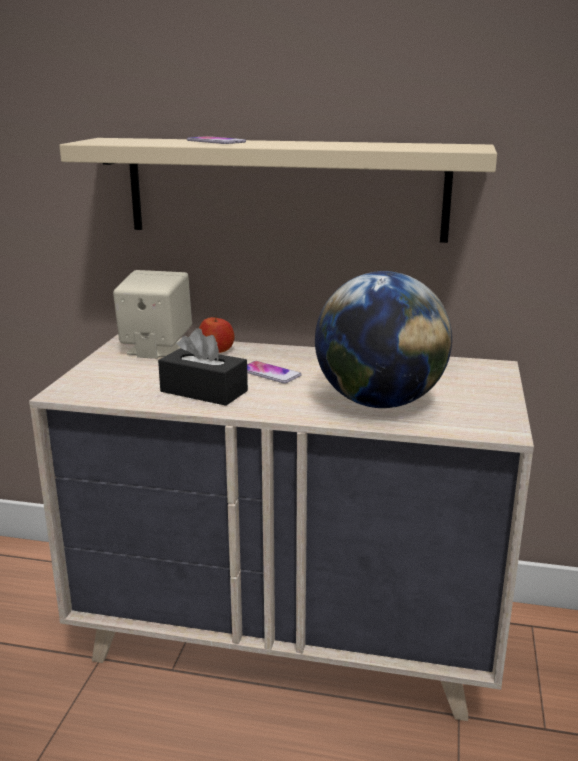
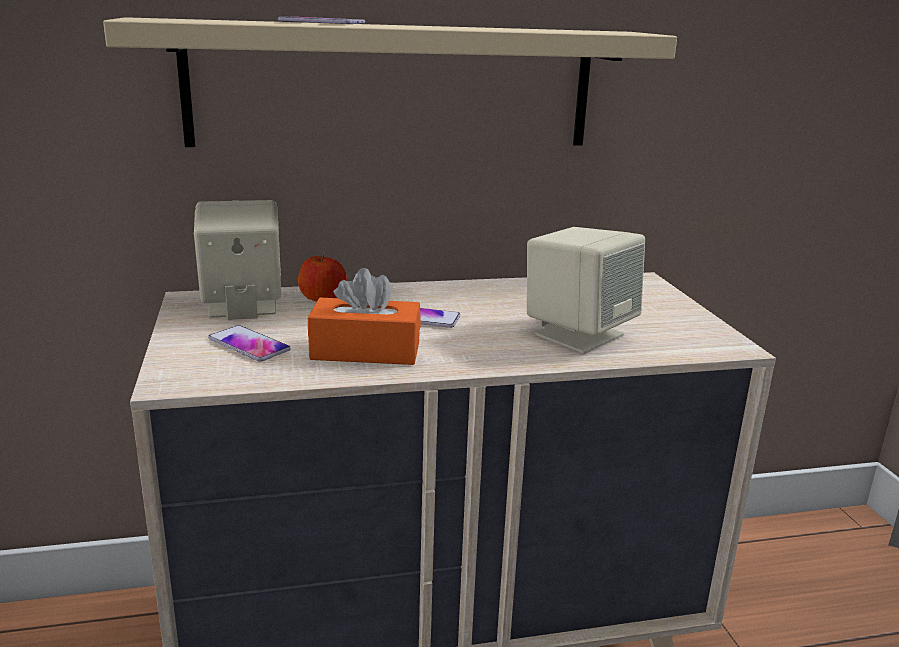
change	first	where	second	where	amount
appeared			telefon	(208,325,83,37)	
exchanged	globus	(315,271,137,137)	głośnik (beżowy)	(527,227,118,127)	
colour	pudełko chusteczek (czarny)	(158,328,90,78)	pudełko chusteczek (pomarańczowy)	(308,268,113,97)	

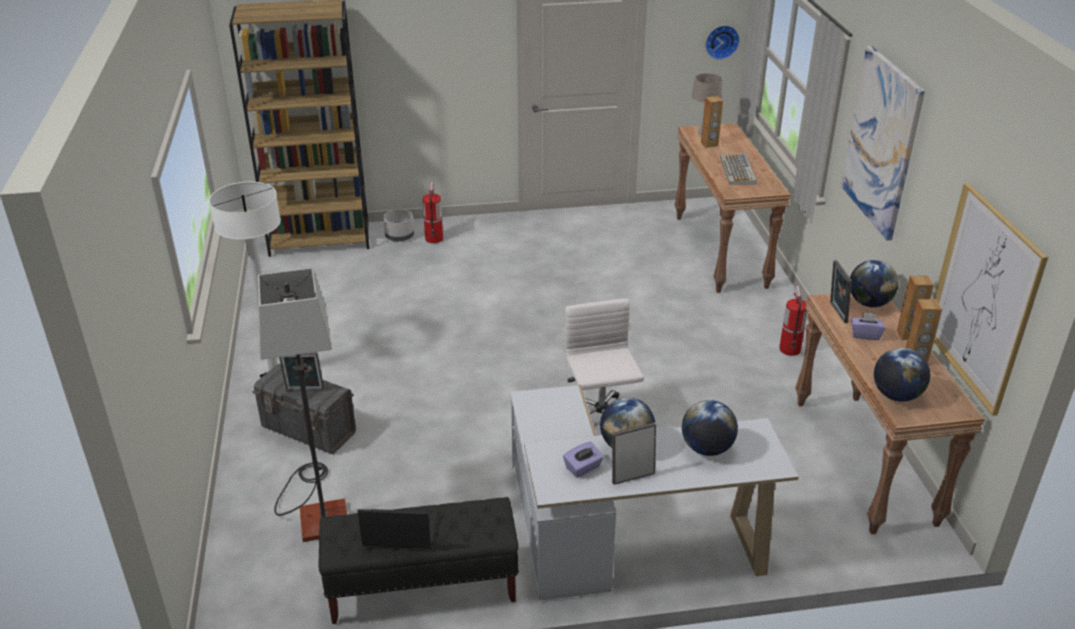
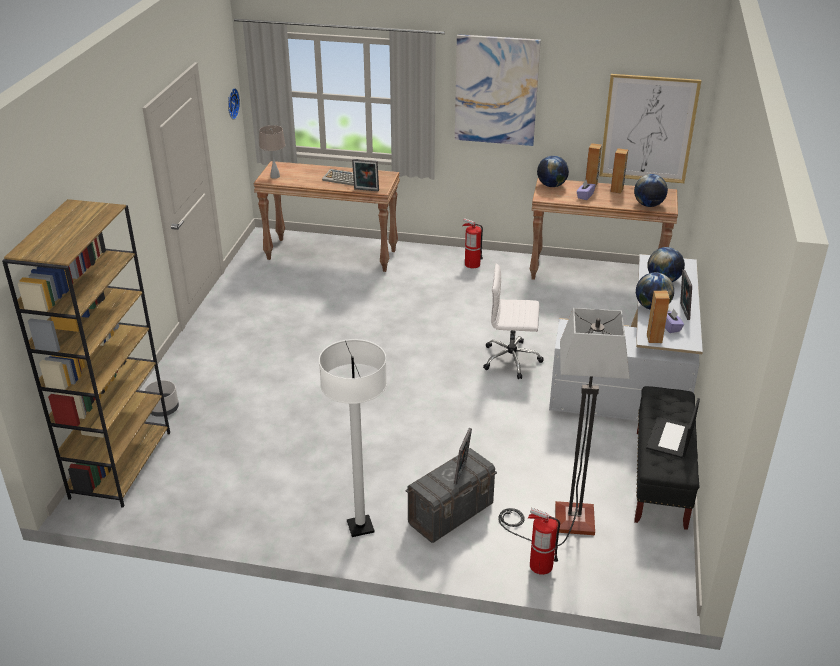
change	first	where	second	where	amount
relocated	gaśnica	(423,182,20,61)		(528,508,32,67)	
relocated	głośnik (brązowy)	(701,96,22,52)		(647,291,23,52)	
relocated	ramka na zdjęcie	(830,260,22,63)		(352,159,27,32)	

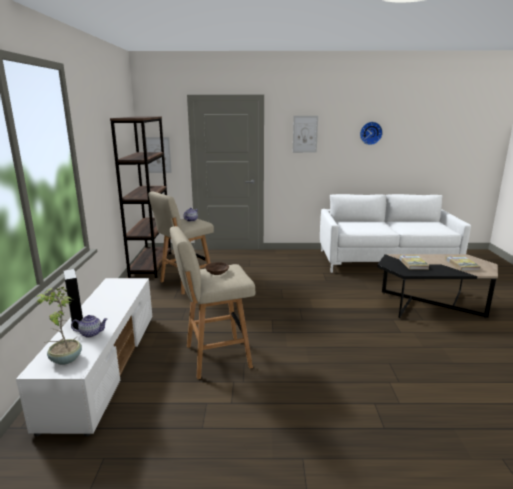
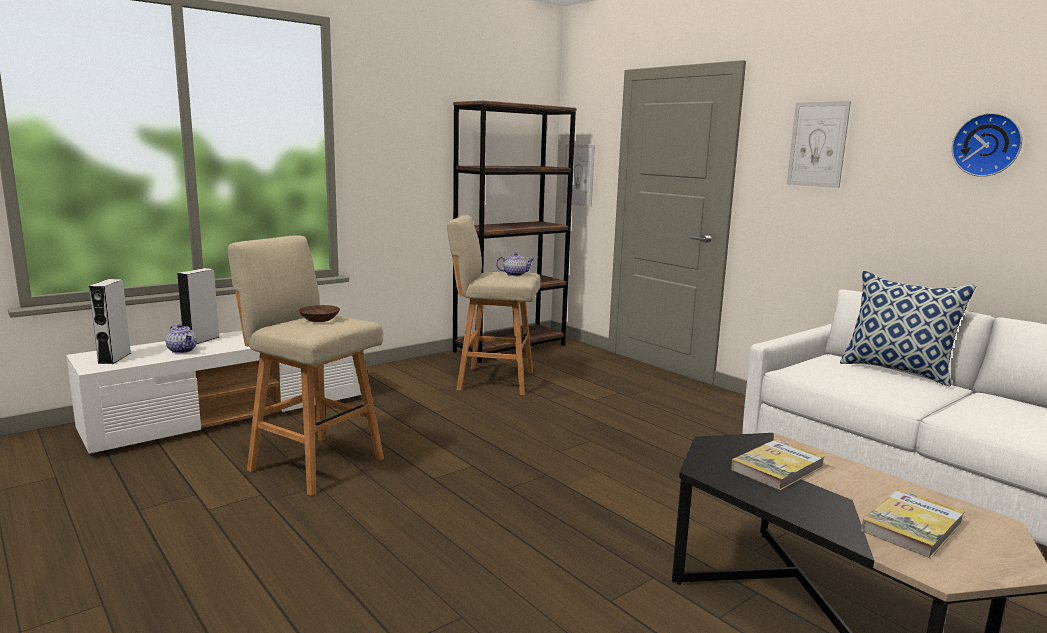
change	first	where	second	where	amount
appeared			poduszka	(840,271,137,115)	
exchanged	roślina doniczkowa	(35,287,47,78)	głośnik (szary)	(89,279,42,85)	

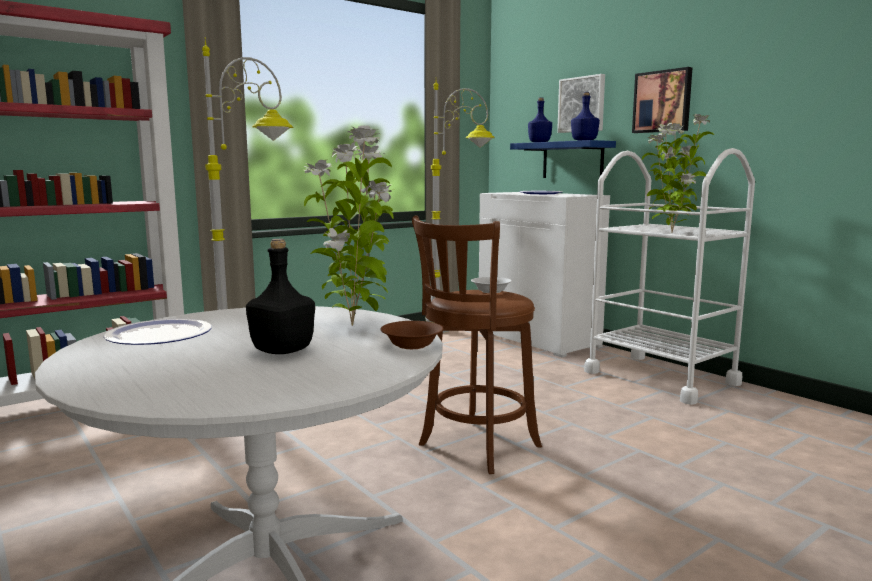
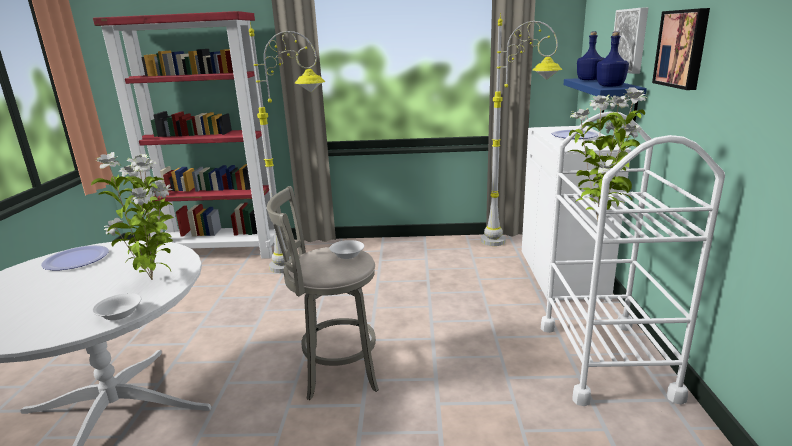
change	first	where	second	where	amount
missing	butelka (czarny)	(246,239,69,115)			
colour	miska (brązowy)	(380,321,63,28)	miska (biały)	(92,293,49,27)	
colour	stołek (brązowy)	(412,215,130,259)	stołek (szary)	(267,186,112,214)	

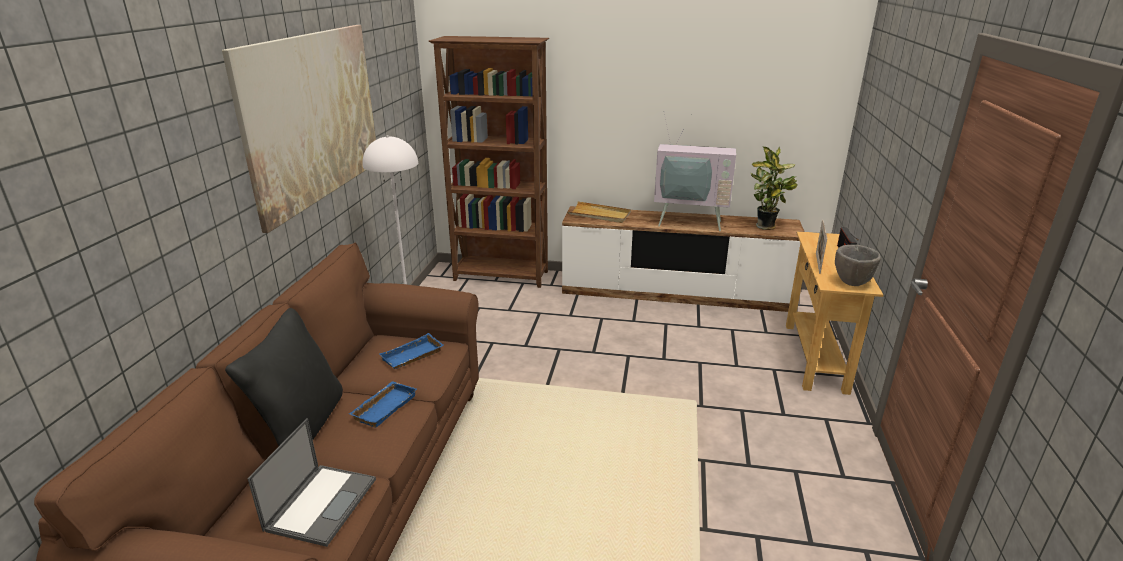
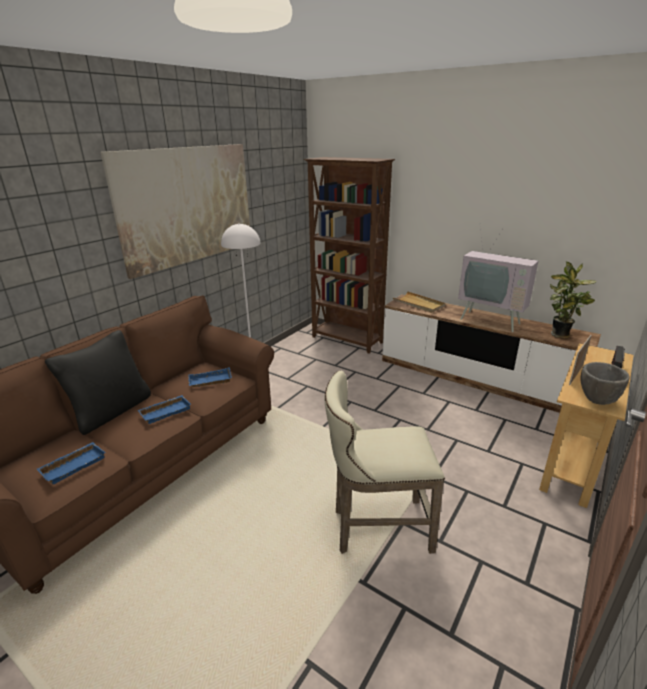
change	first	where	second	where	amount
appeared			stołek (beżowy)	(325,371,120,183)	
exchanged	laptop	(247,418,129,129)	taca (niebieski)	(37,442,69,42)	

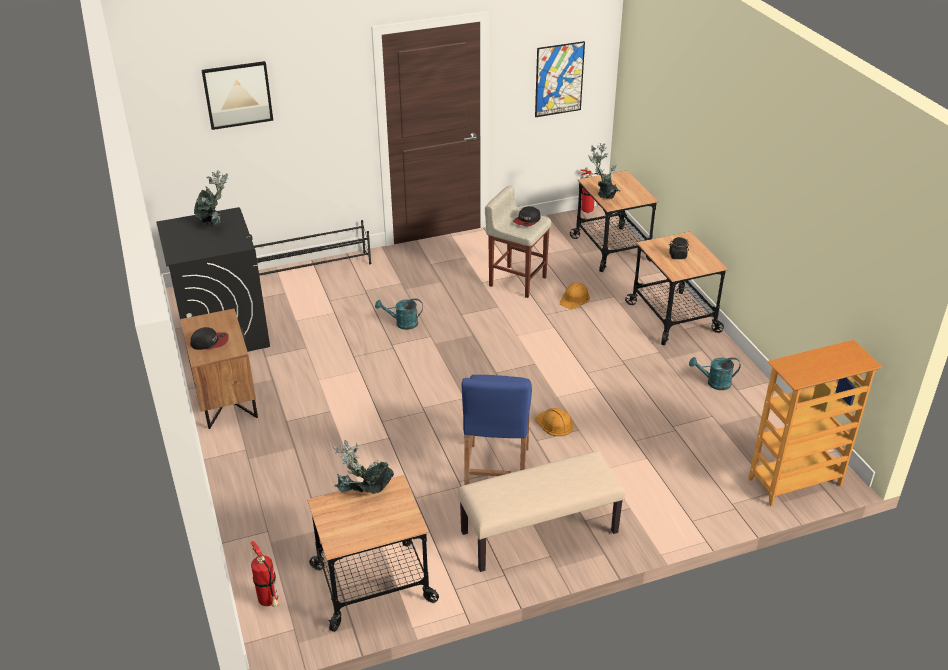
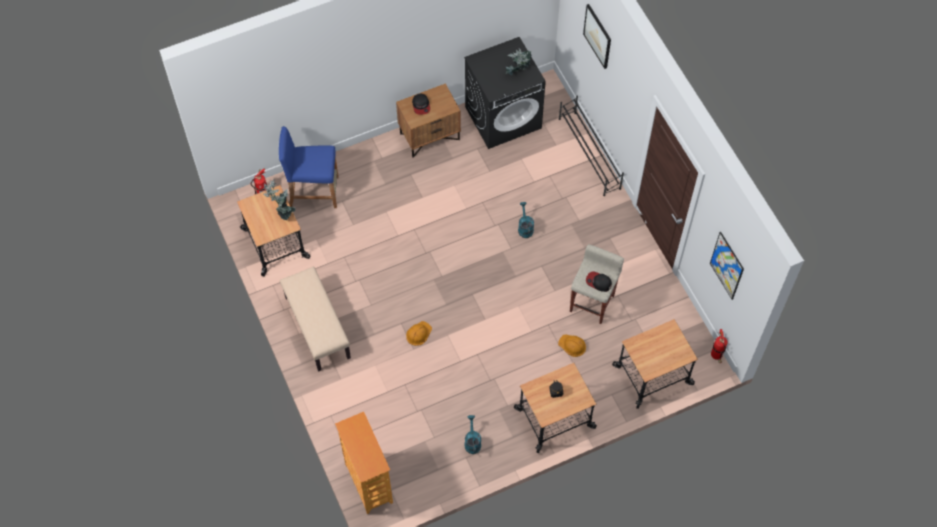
change	first	where	second	where	amount
missing	roślina doniczkowa	(588,143,33,56)			
relocated	stołek (niebieski)	(461,375,71,110)		(279,126,60,82)	

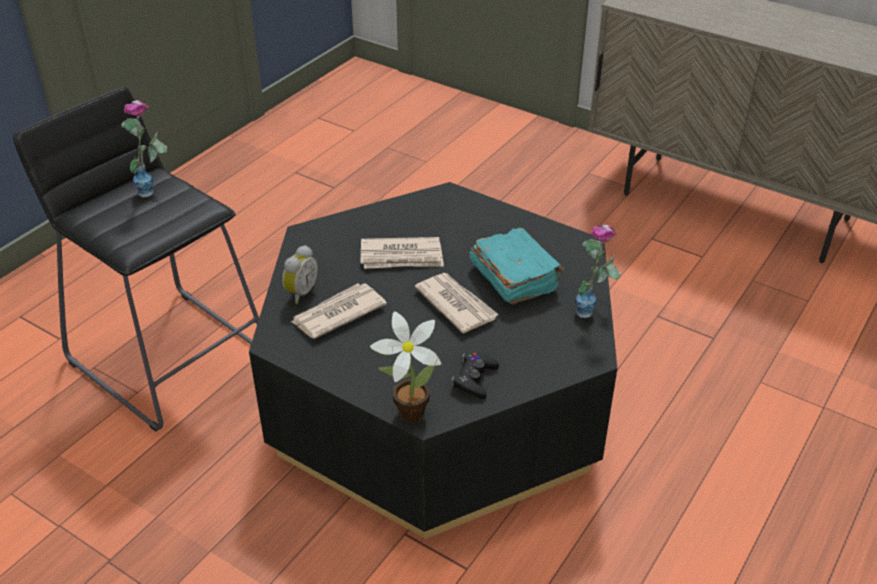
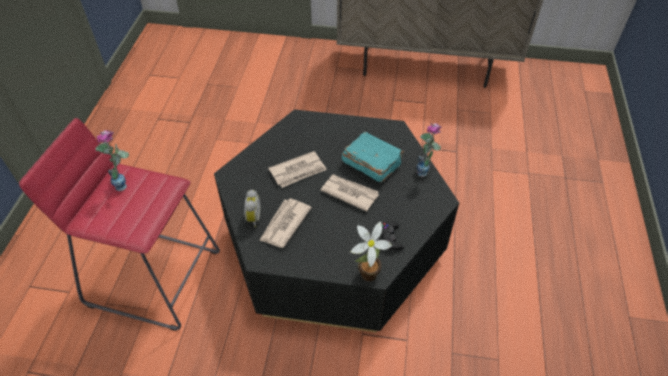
change	first	where	second	where	amount
colour	stołek (czarny)	(13,87,246,344)	stołek (czerwony)	(19,118,201,213)	

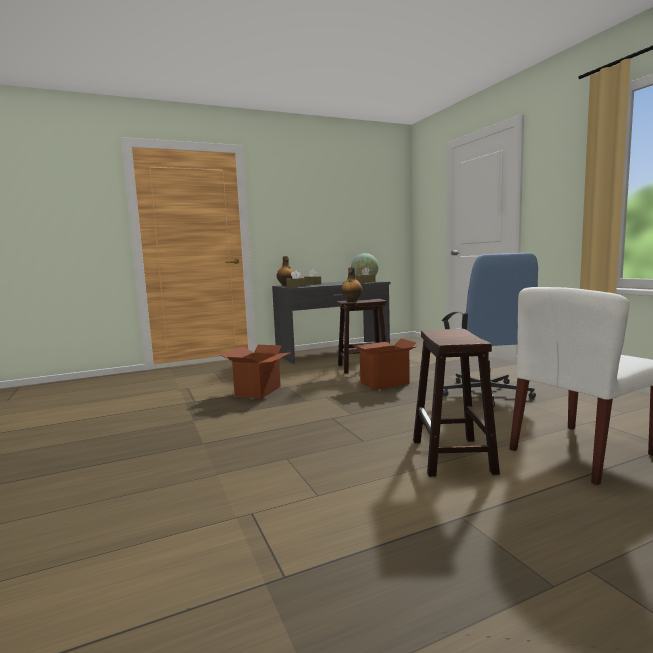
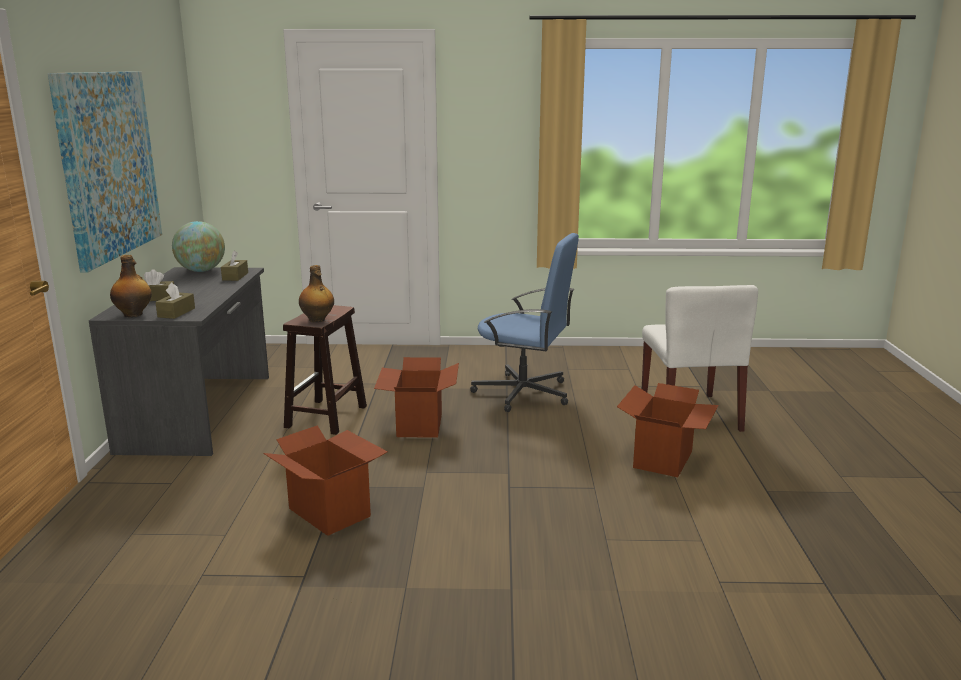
change	first	where	second	where	amount
appeared			obraz	(48,71,114,202)	
exchanged	stołek (brązowy)	(413,329,87,148)	karton	(617,383,102,94)	

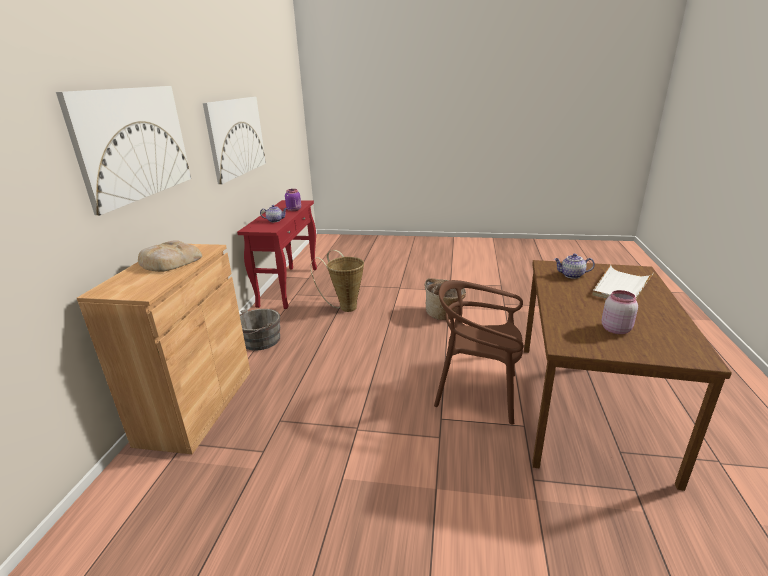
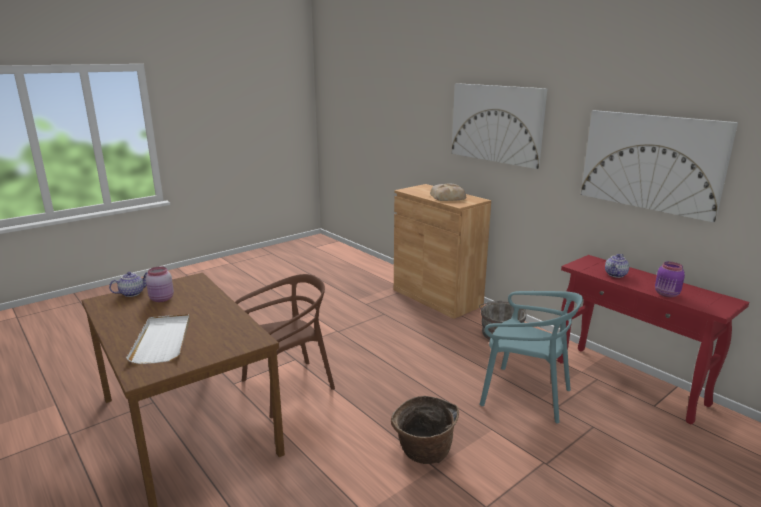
change	first	where	second	where	amount
relocated	imbryk	(554,254,41,25)		(109,272,39,25)	
exchanged	koszyk	(310,250,54,62)	krzesło (turkusowy)	(479,291,104,132)	

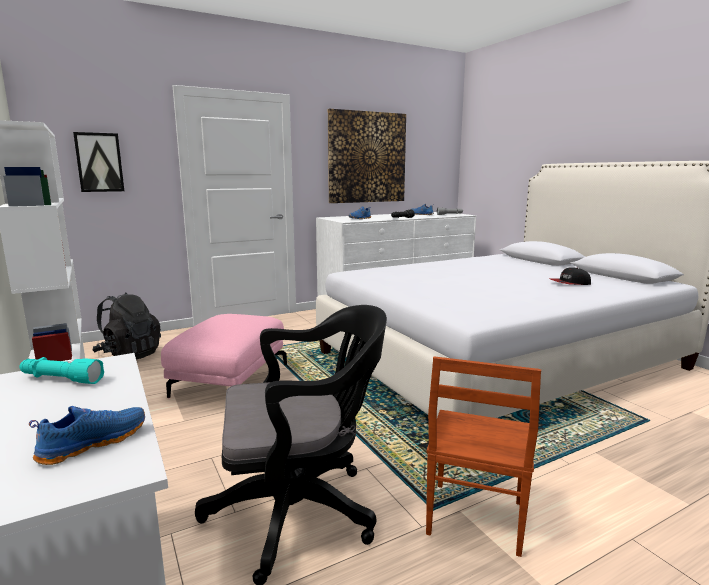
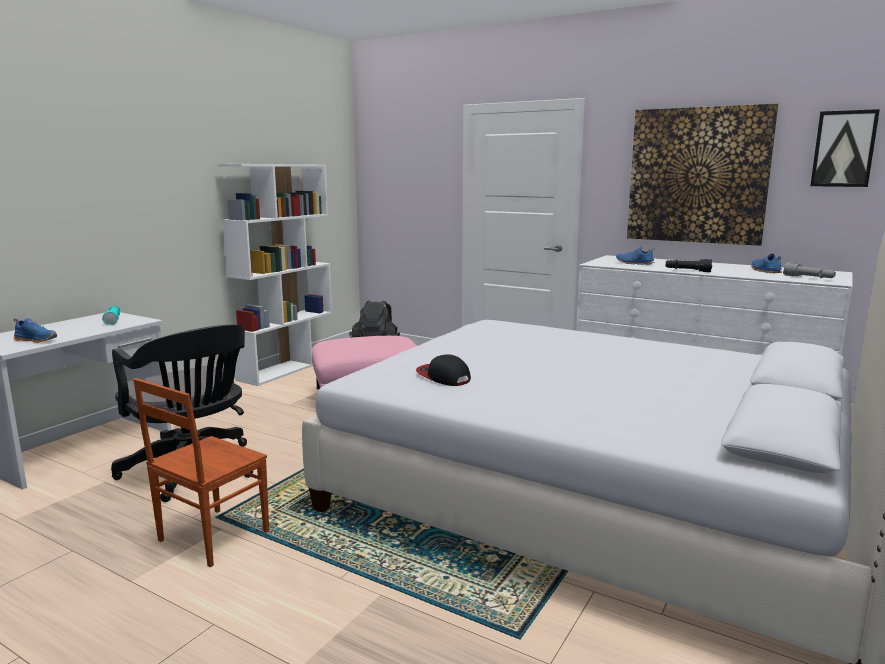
change	first	where	second	where	amount
relocated	obraz	(73,132,51,60)		(810,109,70,78)	
relocated	czapka z daszkiem	(550,267,41,18)		(416,354,55,32)	
spun	krzesło (brązowy)	(426,356,115,201)		(133,378,136,189)	45 degrees counterclockwise

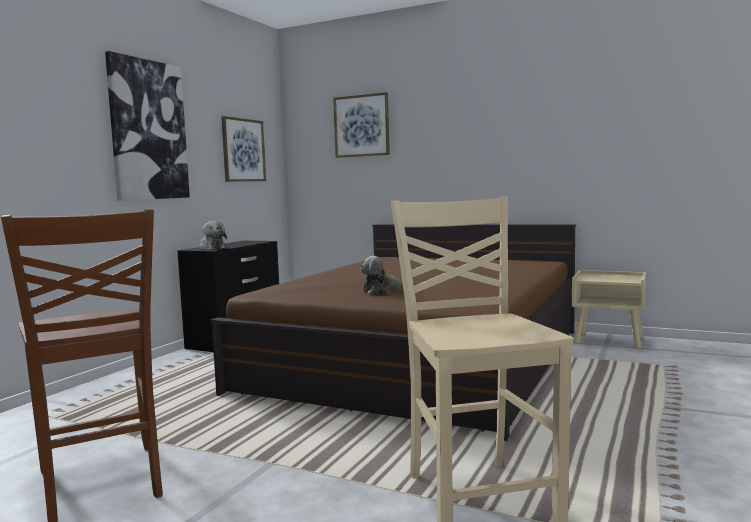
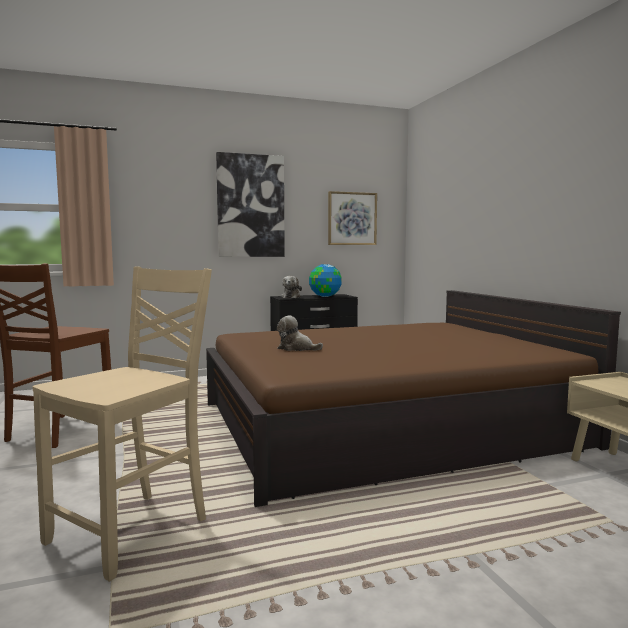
change	first	where	second	where	amount
missing	obraz	(333,92,57,66)			
appeared			globus	(309,264,33,33)	

